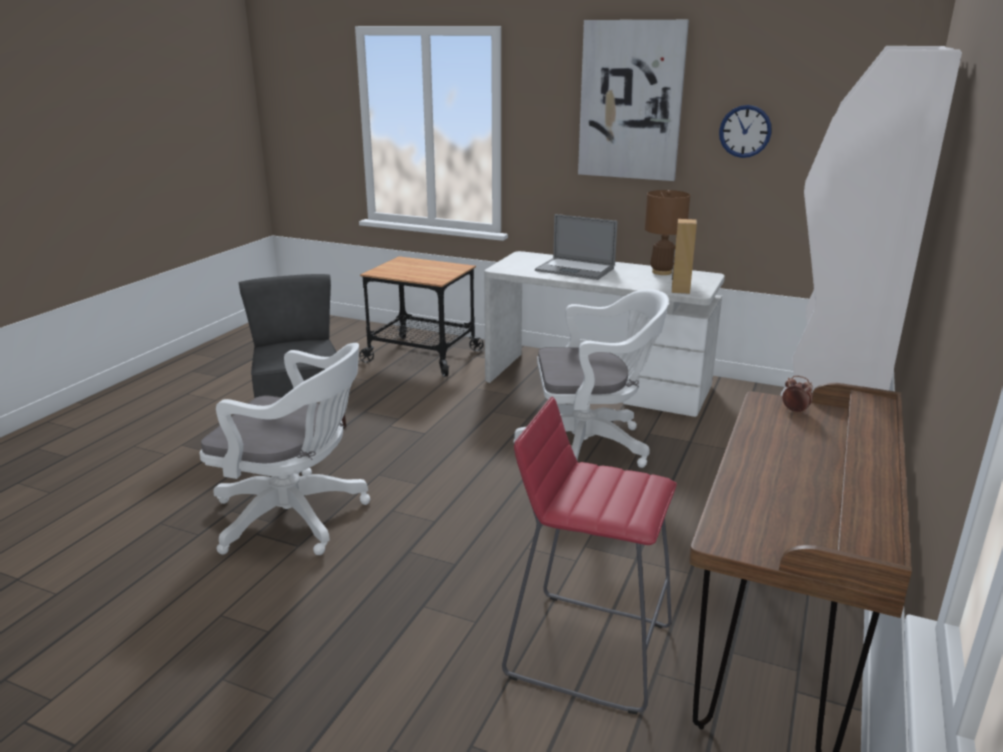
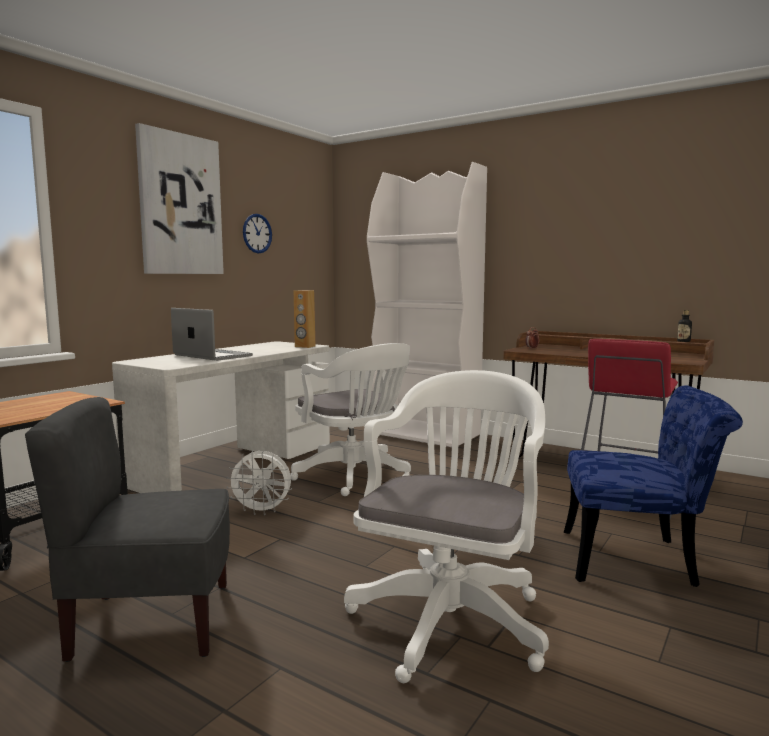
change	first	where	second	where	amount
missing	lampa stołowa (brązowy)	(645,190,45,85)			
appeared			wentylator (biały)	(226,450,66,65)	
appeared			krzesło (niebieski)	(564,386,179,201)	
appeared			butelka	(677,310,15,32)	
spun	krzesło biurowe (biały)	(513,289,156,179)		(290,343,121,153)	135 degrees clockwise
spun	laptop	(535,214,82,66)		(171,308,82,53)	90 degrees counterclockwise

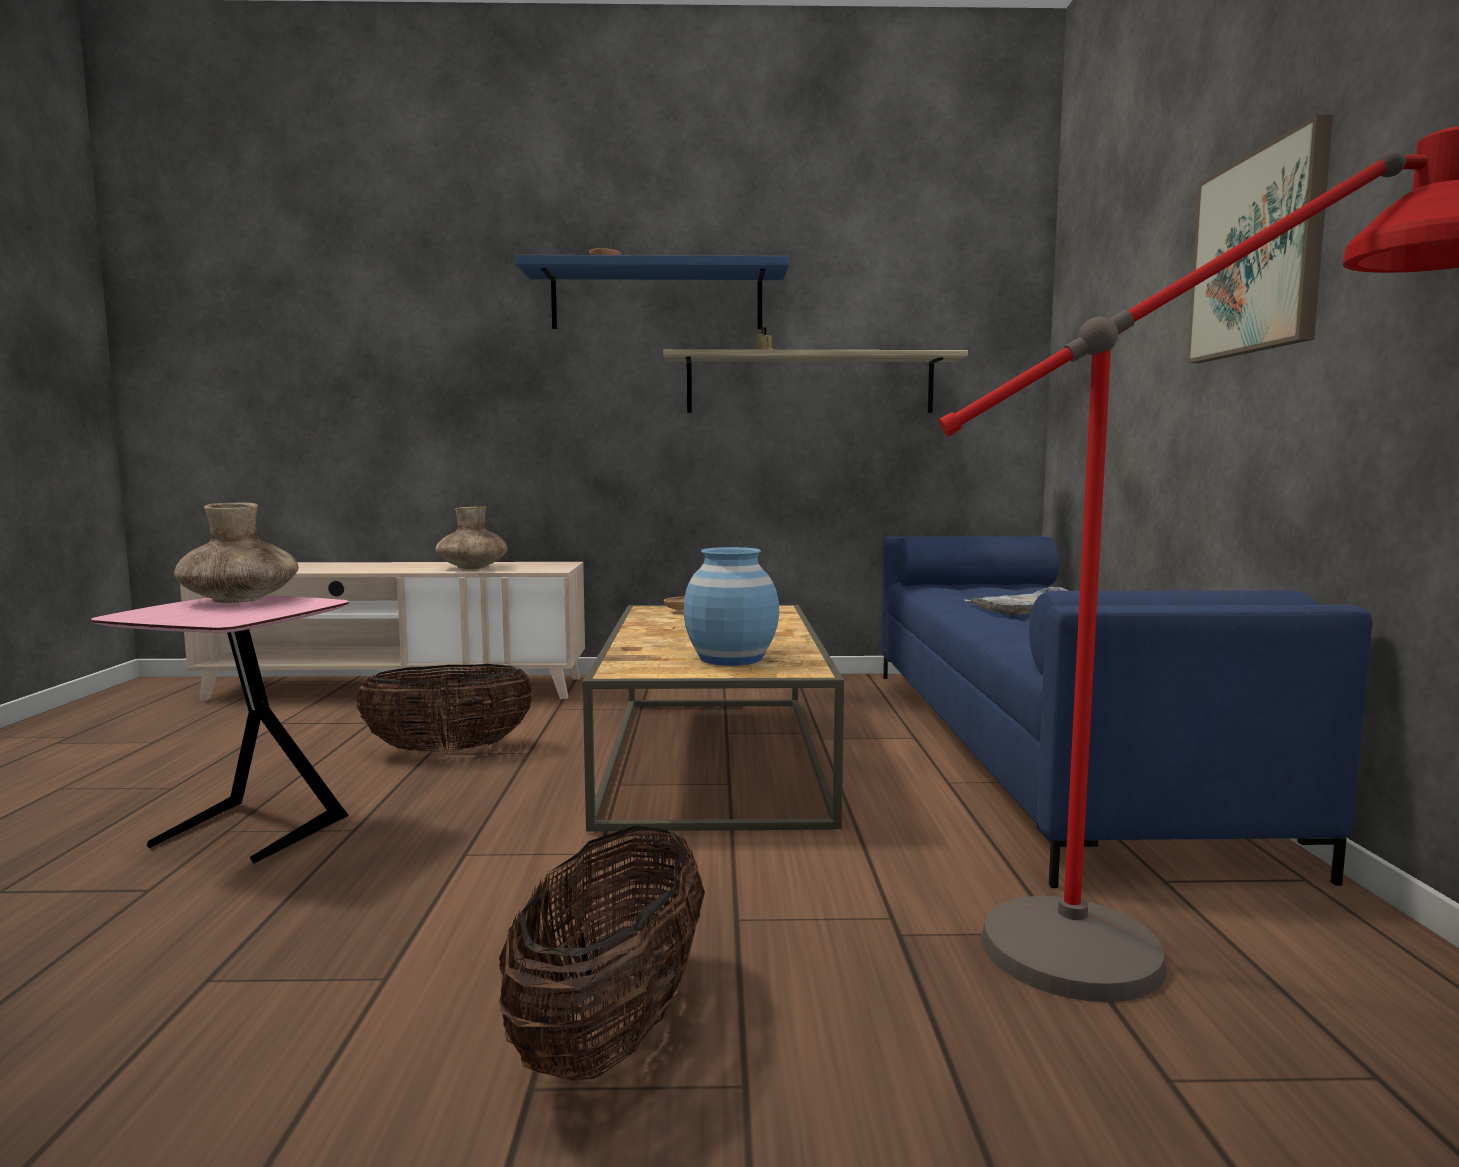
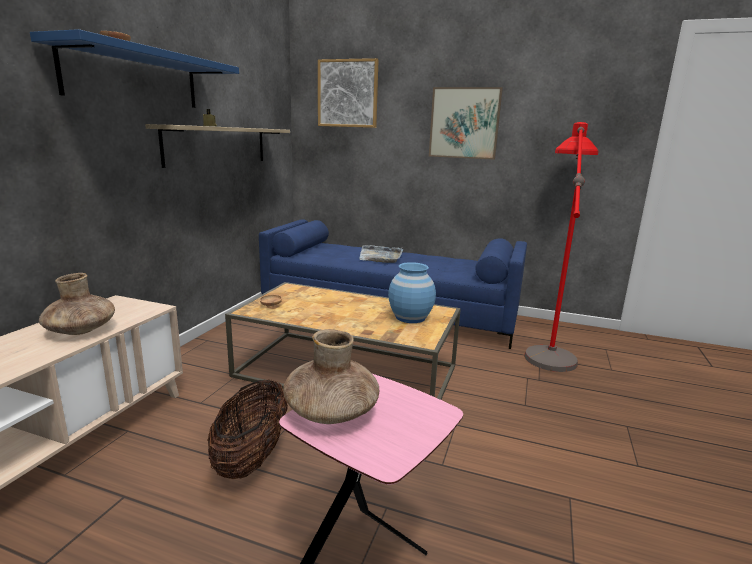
change	first	where	second	where	amount
missing	koszyk	(499,826,206,255)			
appeared			obraz	(318,58,61,70)	

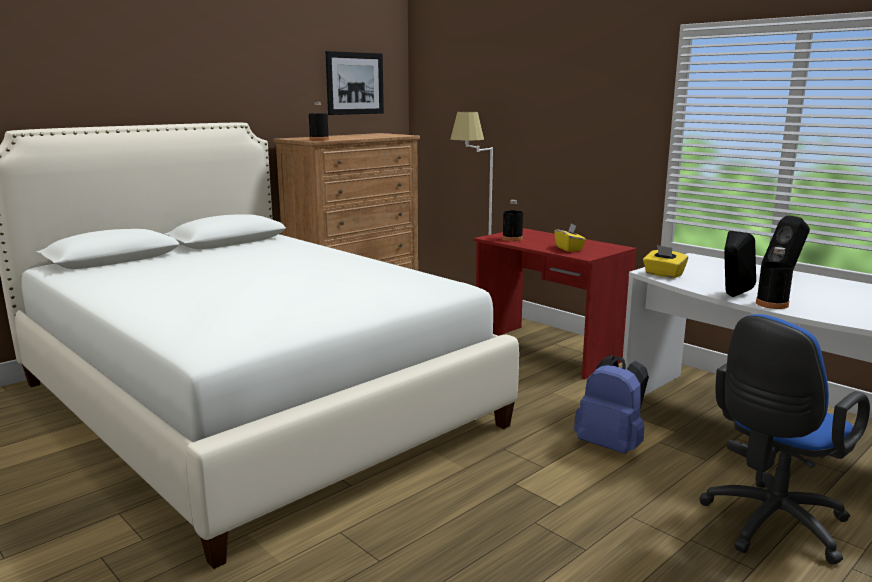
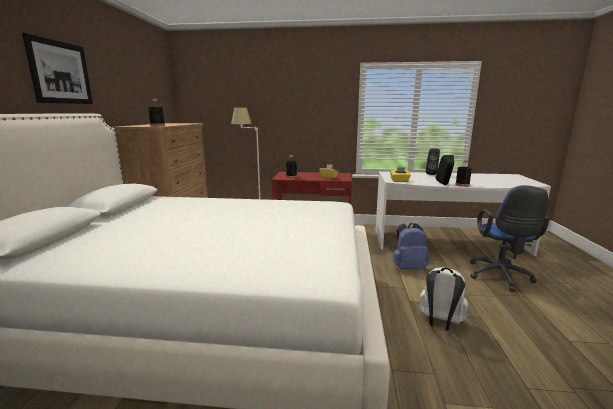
change	first	where	second	where	amount
appeared			plecak (biały)	(419,267,49,64)	
relocated	obraz	(325,51,59,64)		(22,33,71,71)	

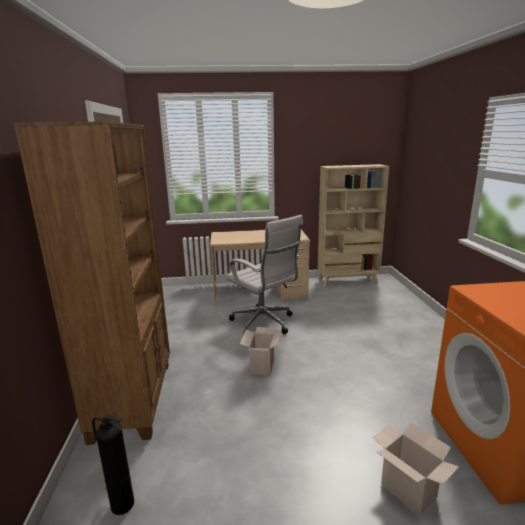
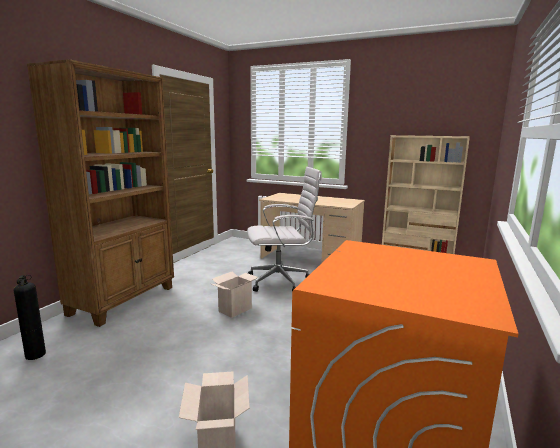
change	first	where	second	where	amount
spun	krzesło biurowe (biały)	(225,215,78,120)		(247,167,75,125)	90 degrees counterclockwise

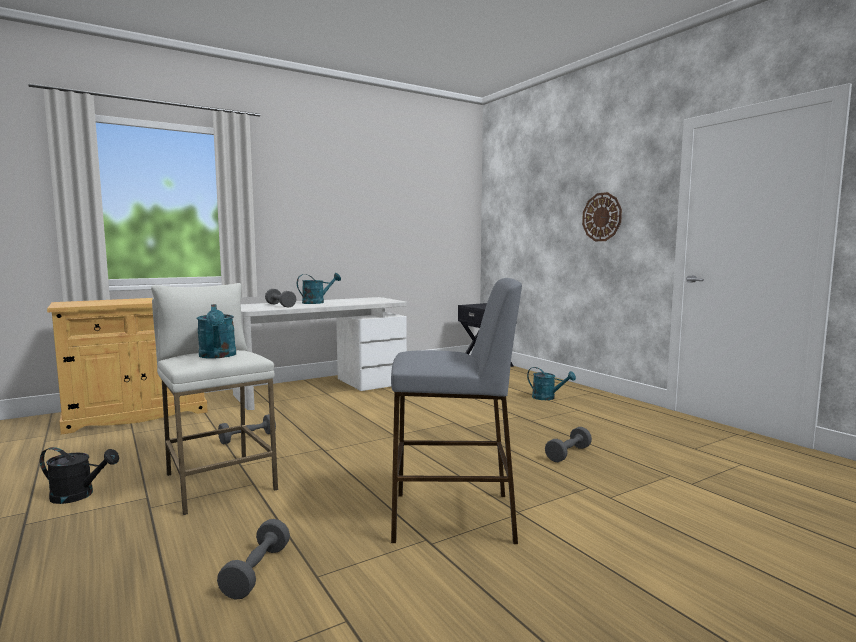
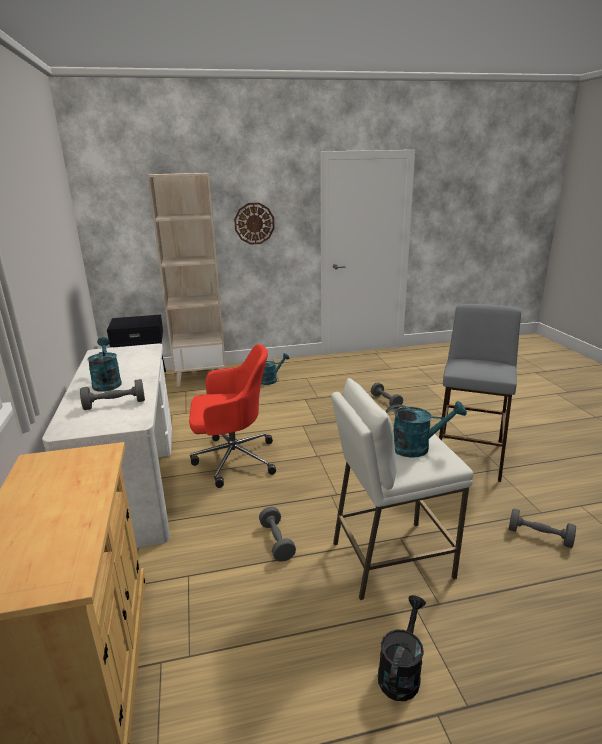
change	first	where	second	where	amount
appeared			regał (beżowy)	(148,173,78,214)	
appeared			krzesło biurowe (czerwony)	(189,344,87,144)	

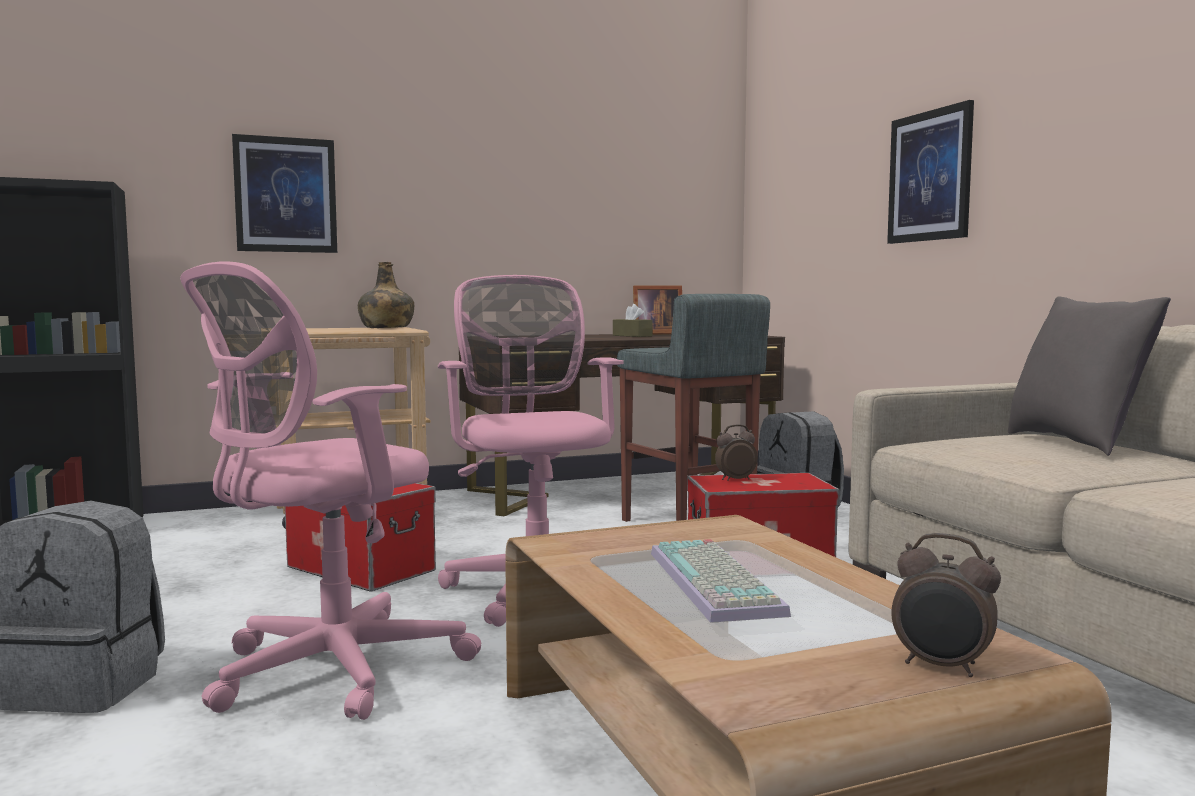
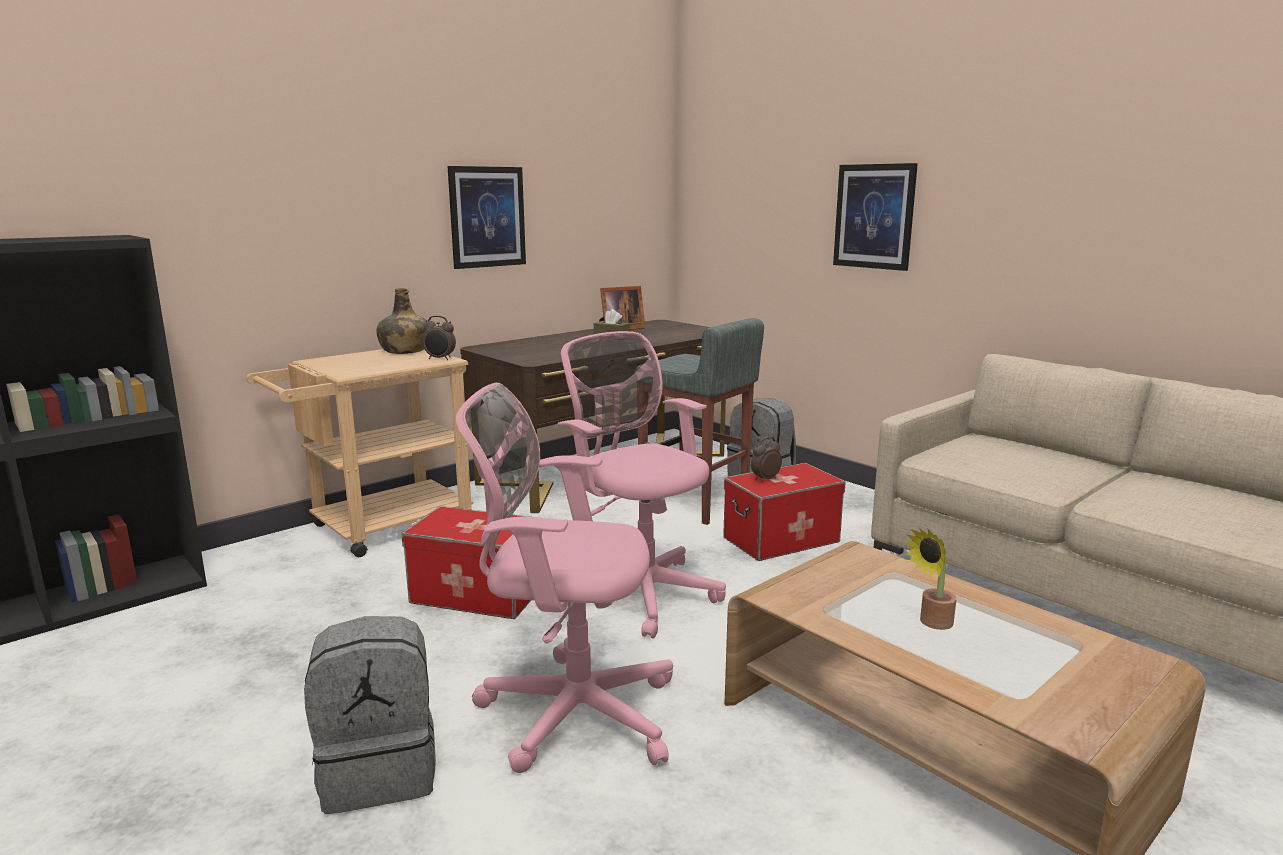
change	first	where	second	where	amount
missing	poduszka (szary)	(1008,297,163,159)			
relocated	obraz	(232,134,105,119)		(447,166,79,103)	
relocated	budzik	(891,533,110,144)		(422,316,34,44)	
exchanged	klawiatura	(651,539,140,84)	roślina doniczkowa	(904,528,53,102)	
spun	krzesło biurowe (różowy)	(180,261,302,459)		(456,383,217,390)	75 degrees clockwise

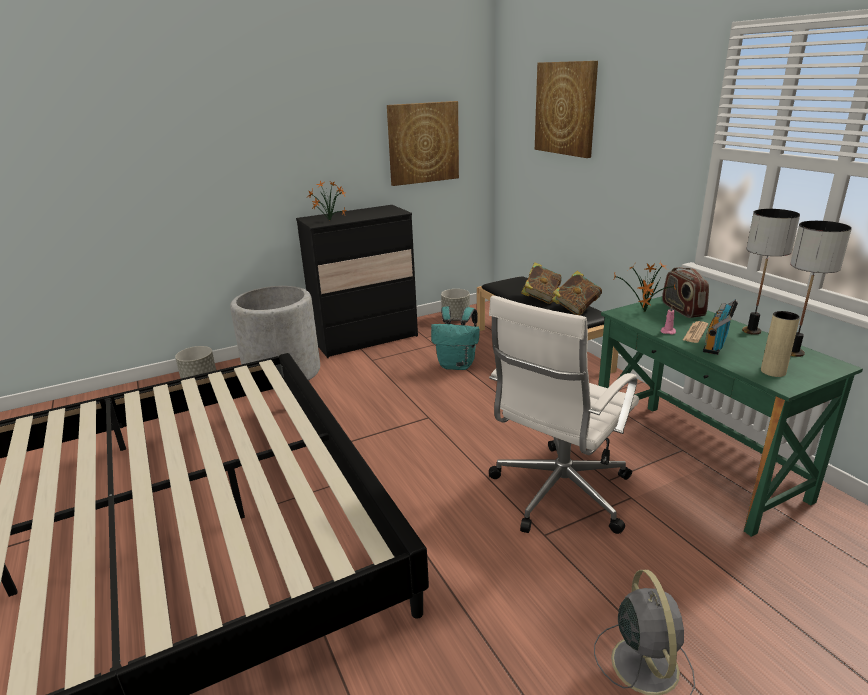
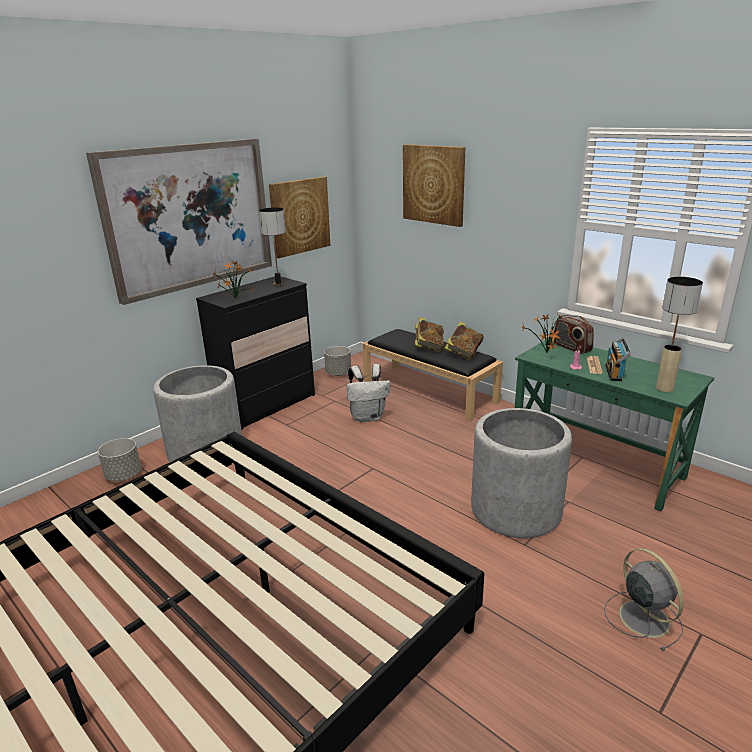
change	first	where	second	where	amount
appeared			obraz	(86,139,186,166)	
relocated	lampa stołowa	(742,209,58,126)		(259,207,27,79)	
exchanged	krzesło biurowe (biały)	(489,295,150,239)	donica (szary)	(471,408,101,130)	
colour	plecak (turkusowy)	(431,306,49,64)	plecak (biały)	(347,364,43,58)	

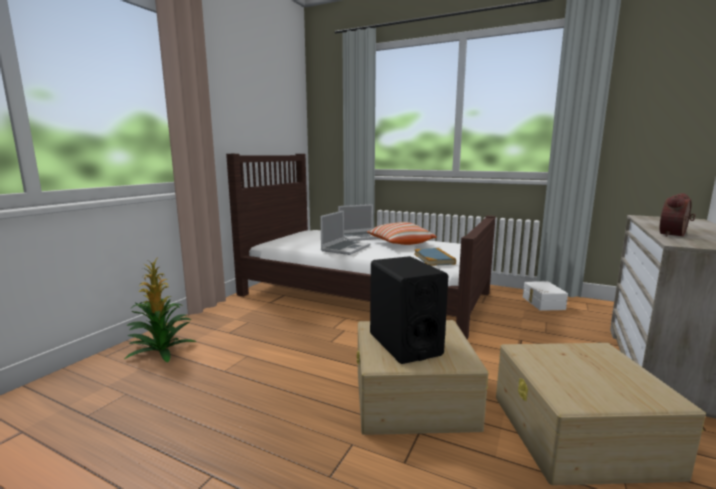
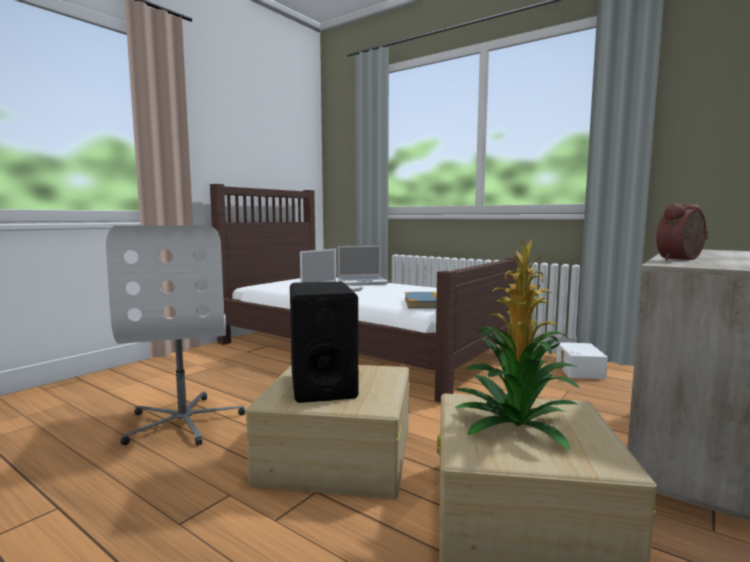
change	first	where	second	where	amount
missing	poduszka	(367,222,70,23)			
appeared			krzesło biurowe (biały)	(106,225,139,221)	
relocated	roślina doniczkowa	(125,258,71,105)		(454,240,125,210)	

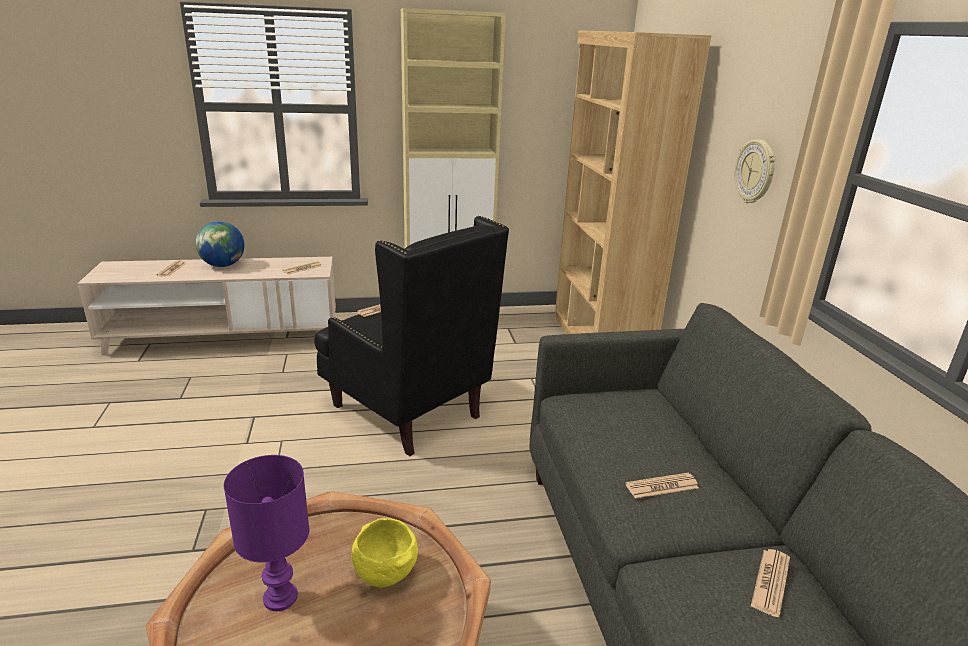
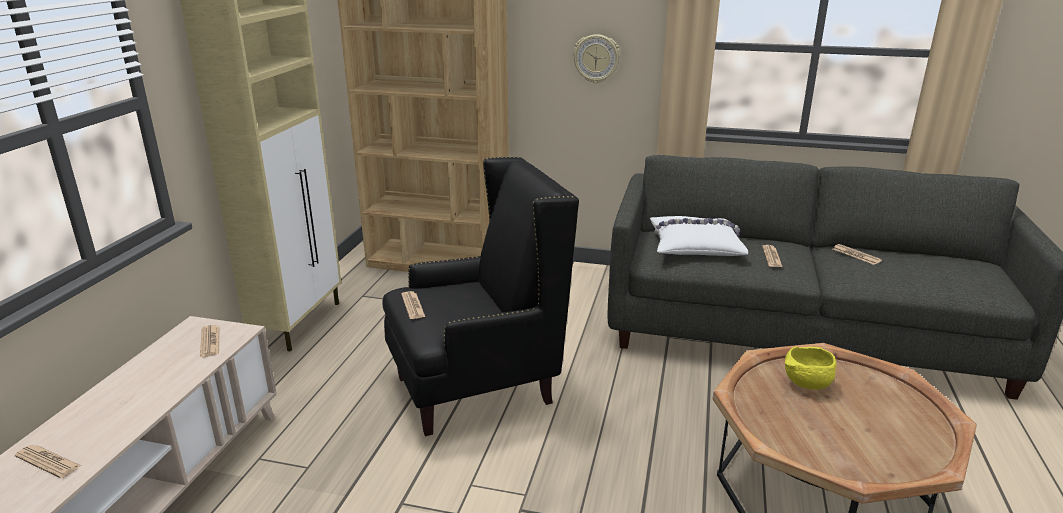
change	first	where	second	where	amount
missing	globus	(195,221,50,46)			
missing	lampa stołowa (fioletowy)	(224,455,85,156)			
appeared			poduszka (biały)	(650,216,98,40)	

